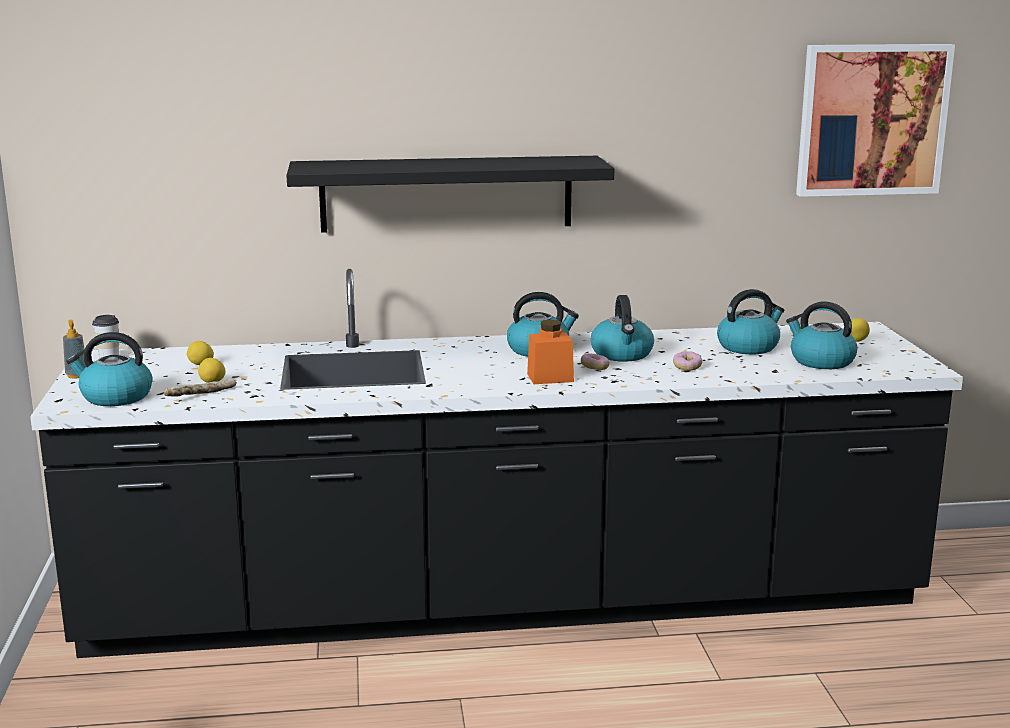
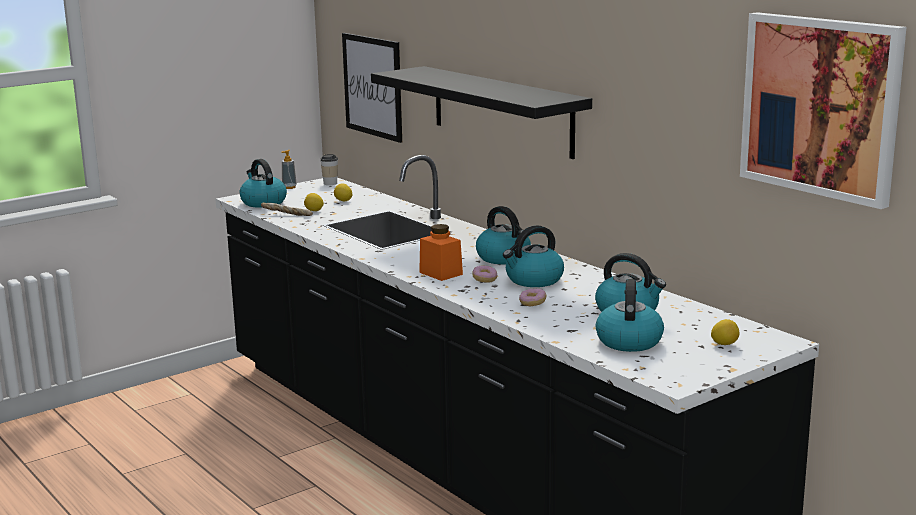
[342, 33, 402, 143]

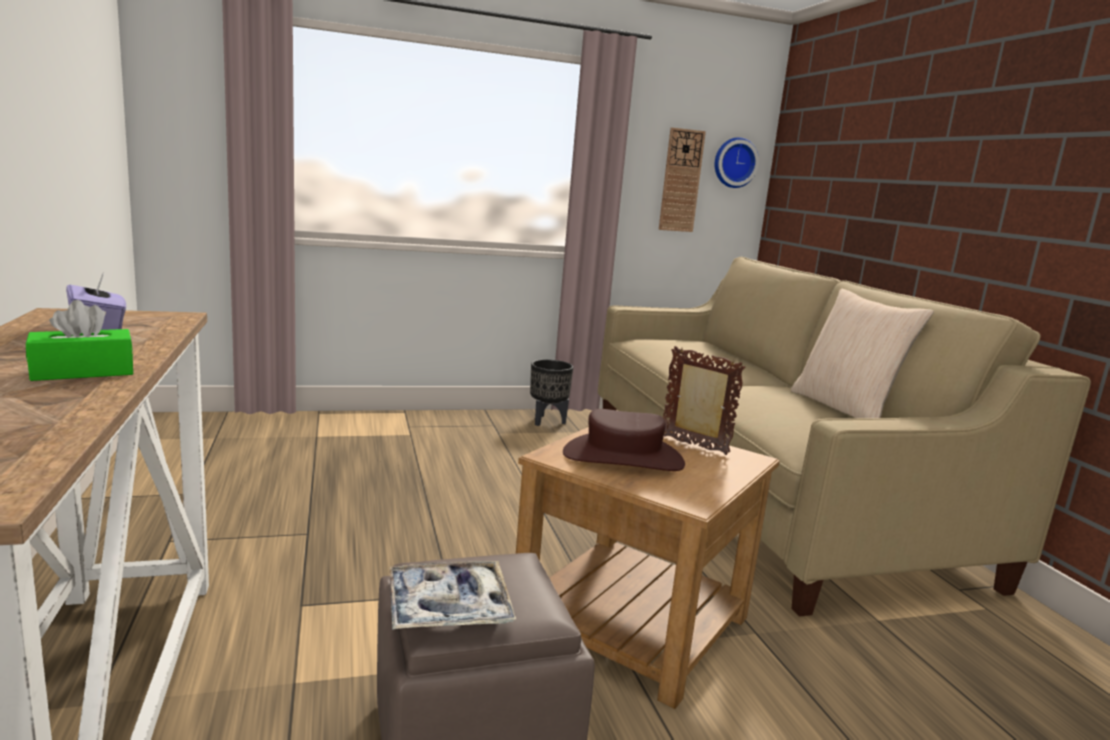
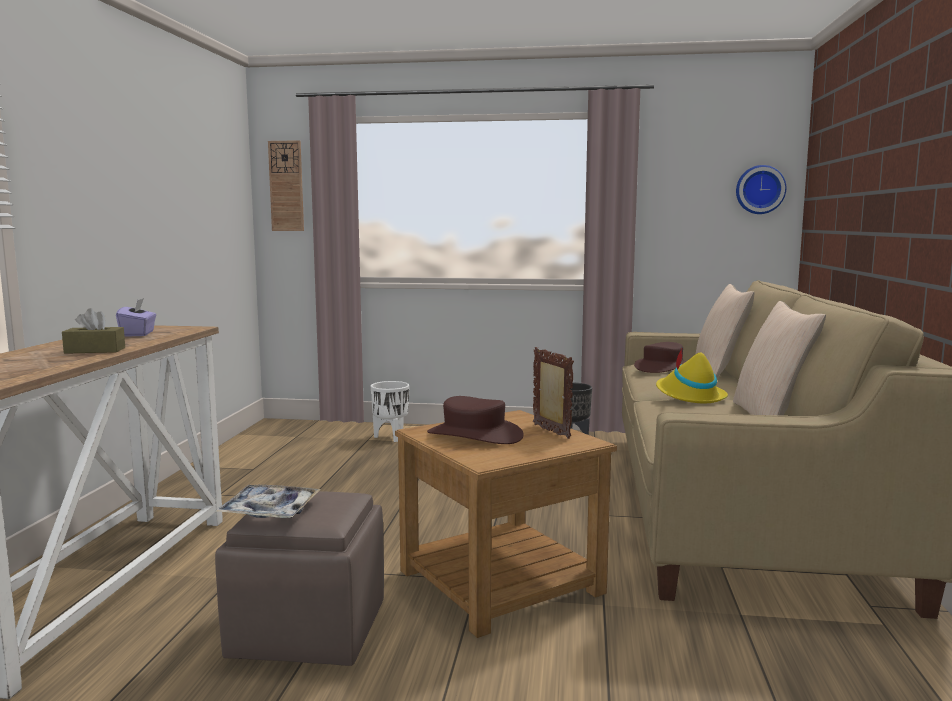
[62, 308, 125, 354]
[268, 140, 304, 231]
[371, 381, 409, 442]
[634, 342, 686, 373]
[656, 347, 728, 404]
[696, 284, 754, 377]

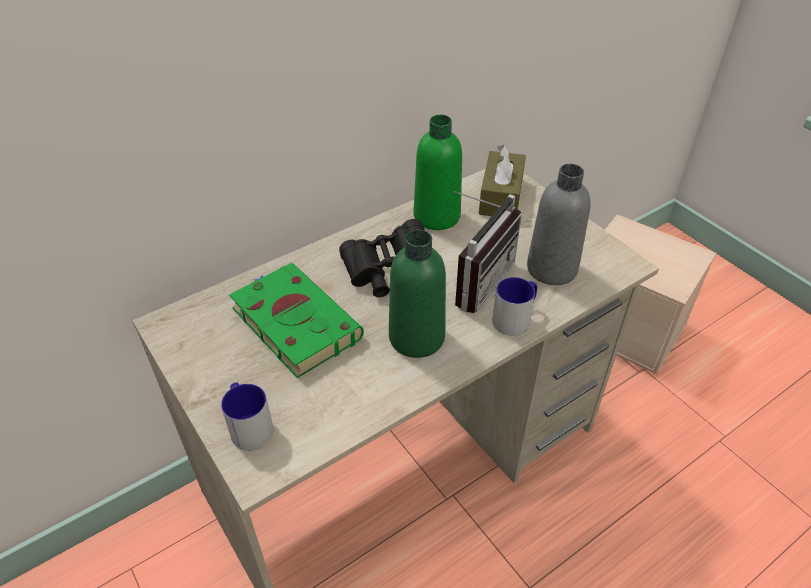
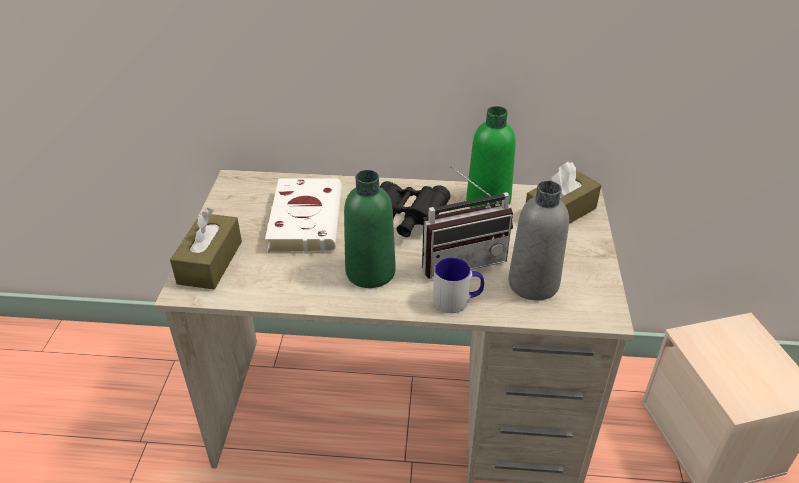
[170, 208, 242, 289]
[265, 178, 342, 254]

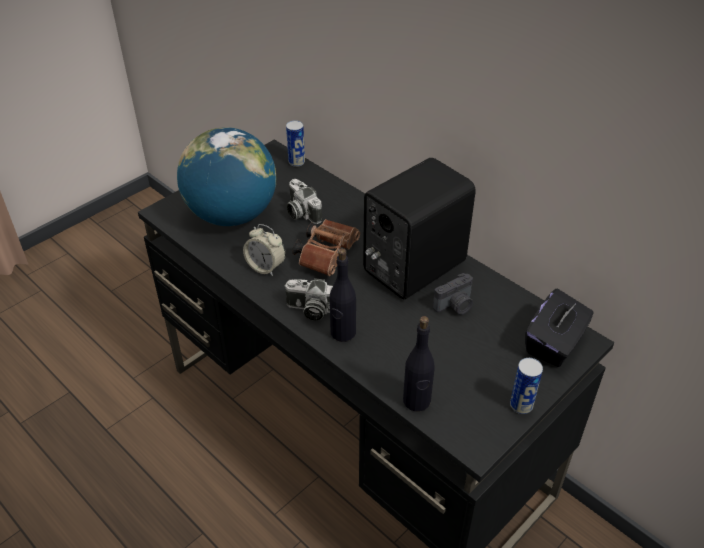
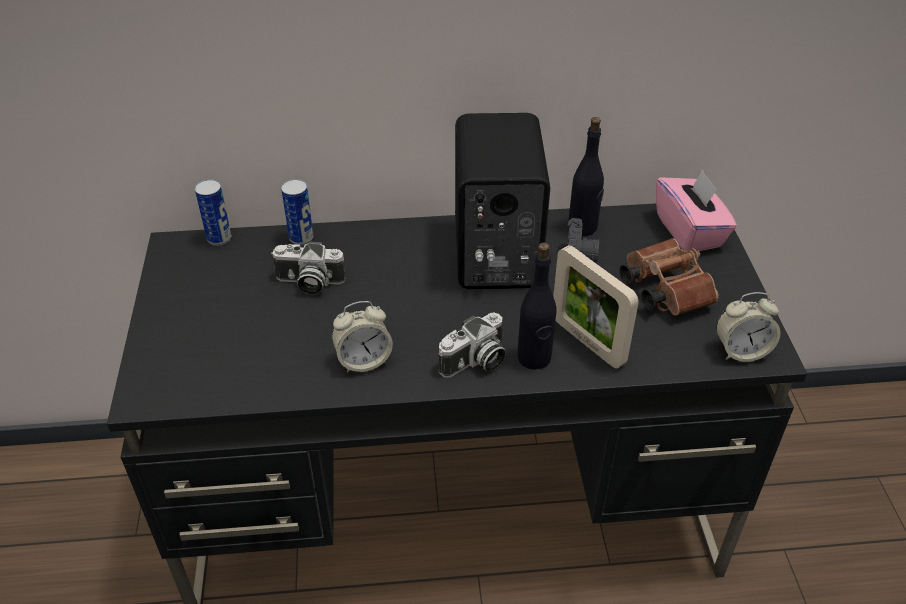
[177, 127, 276, 226] (first image)
[620, 238, 719, 316]
[568, 117, 604, 236]
[281, 179, 314, 245]
[656, 169, 737, 251]
[553, 245, 639, 369]
[716, 292, 781, 362]

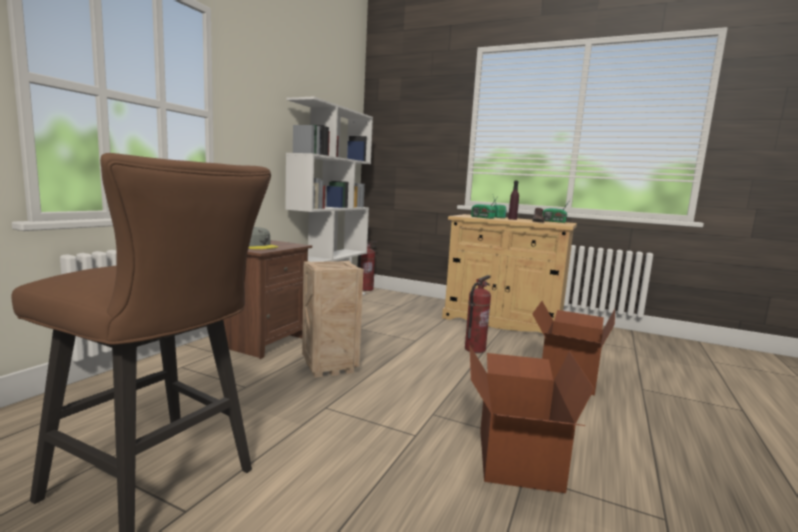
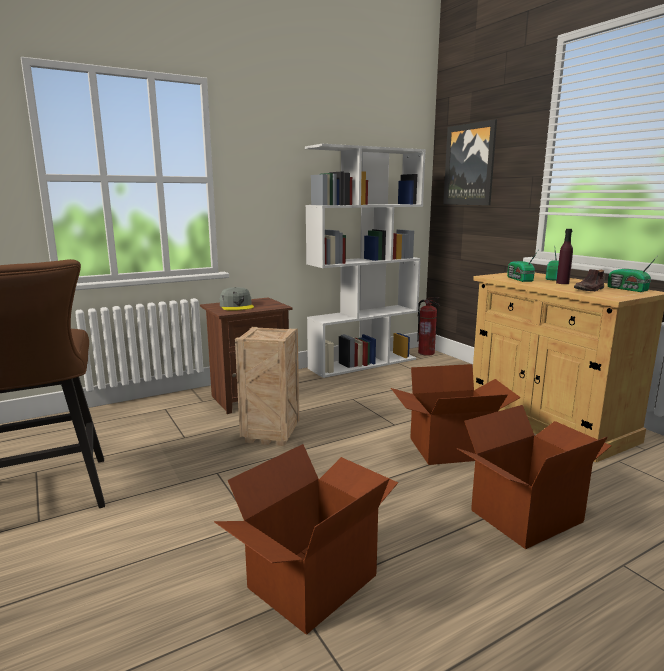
[391, 364, 521, 465]
[443, 119, 497, 205]

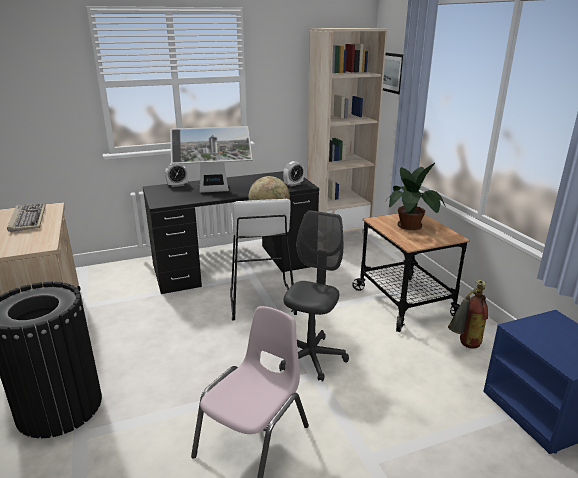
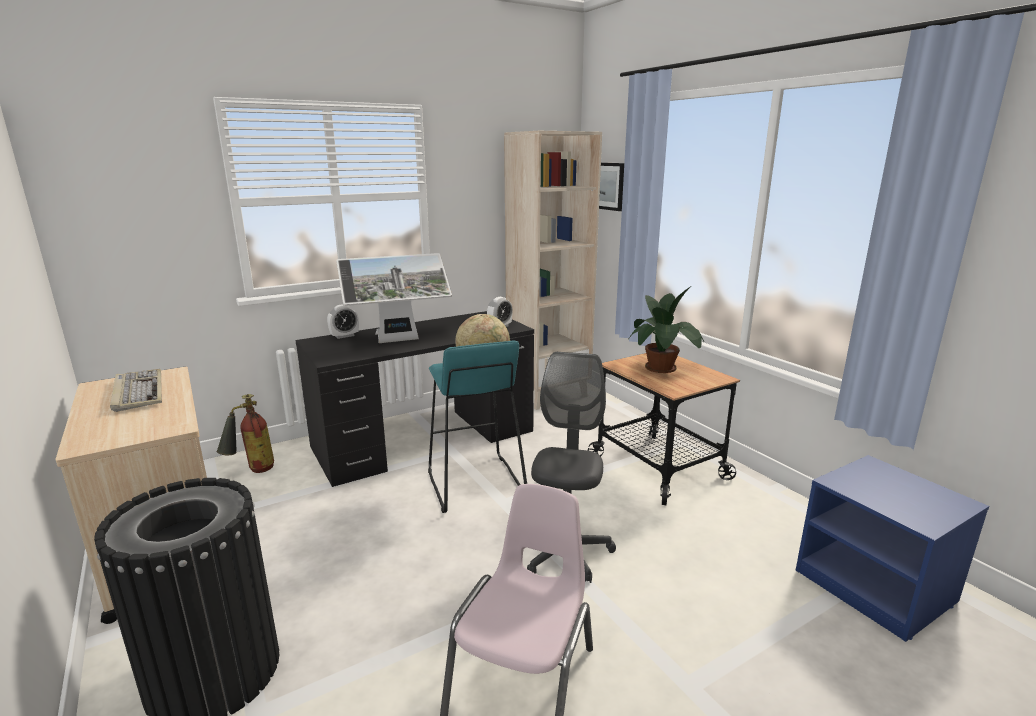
[428, 340, 527, 513]
[217, 394, 274, 473]

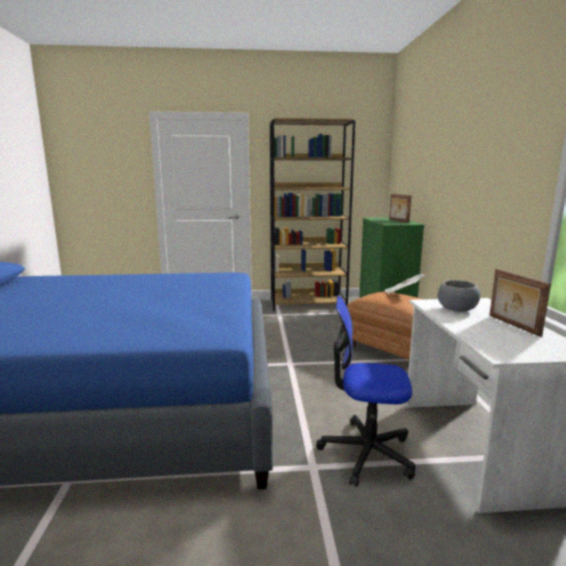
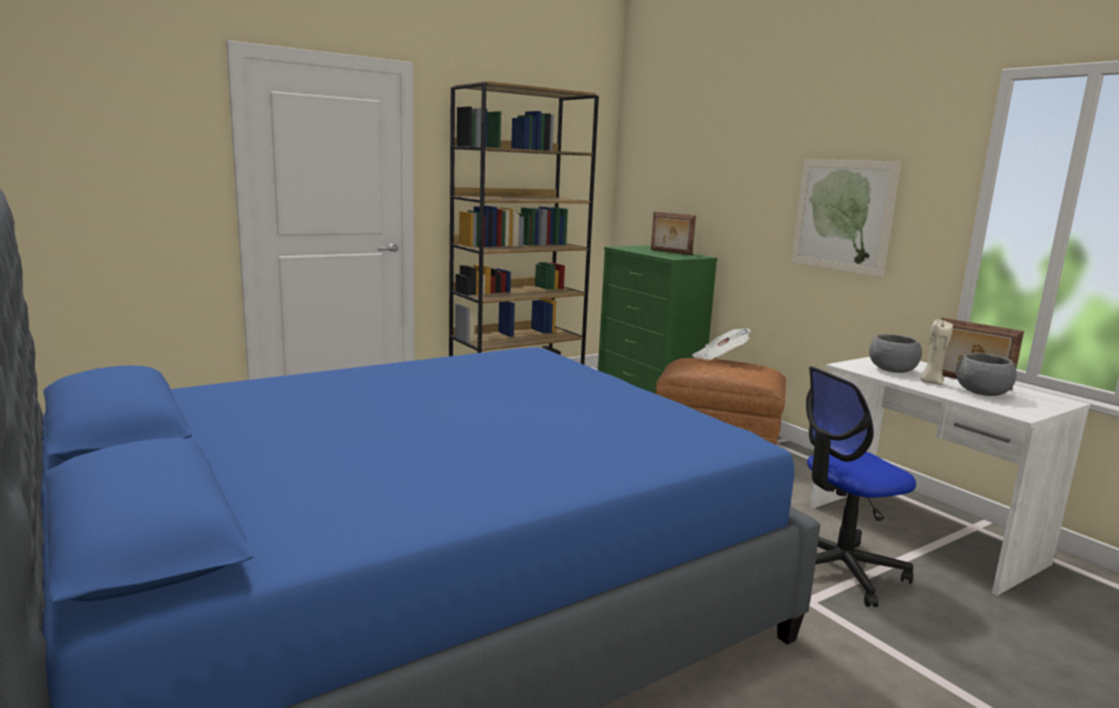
[792, 159, 901, 277]
[920, 319, 953, 385]
[956, 353, 1017, 396]

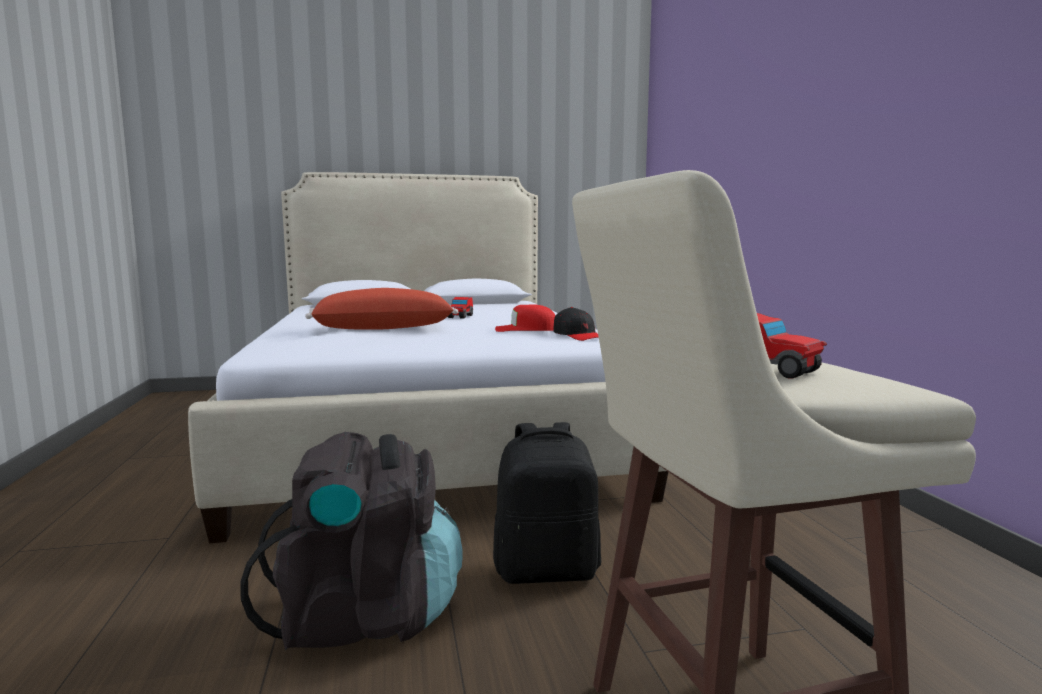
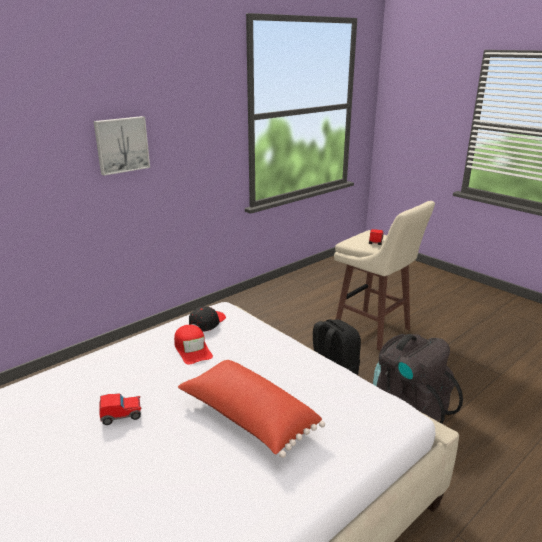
[94, 116, 150, 176]

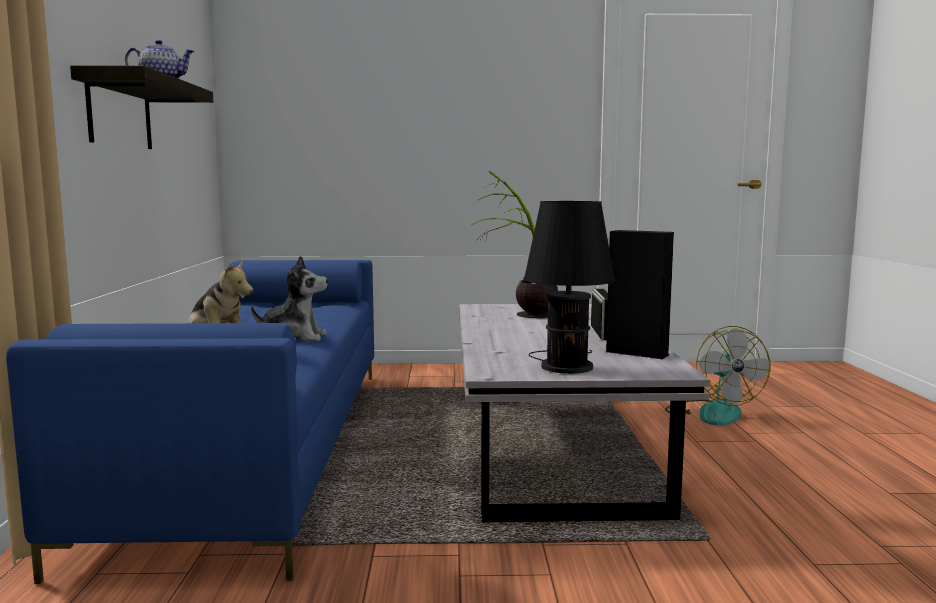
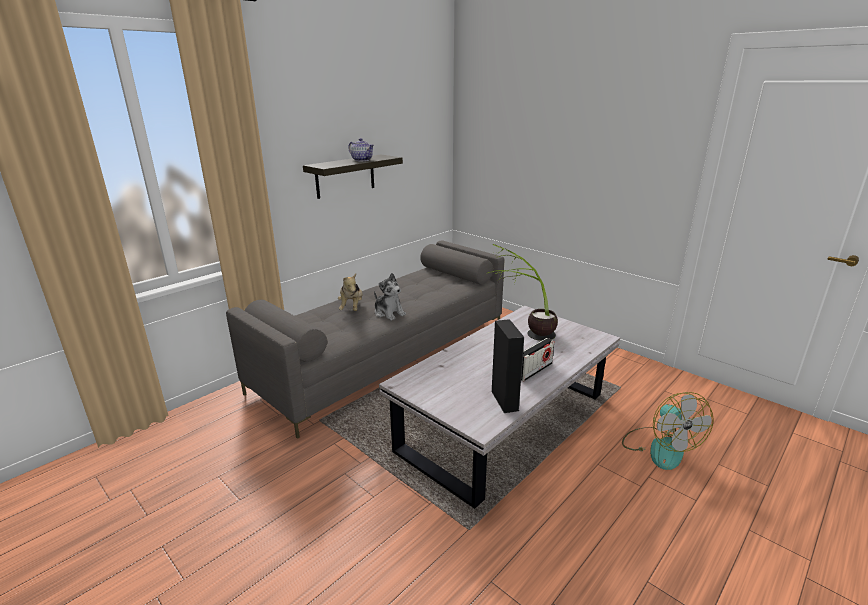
[226, 240, 505, 439]
[523, 201, 616, 374] (first image)
[622, 392, 714, 470]

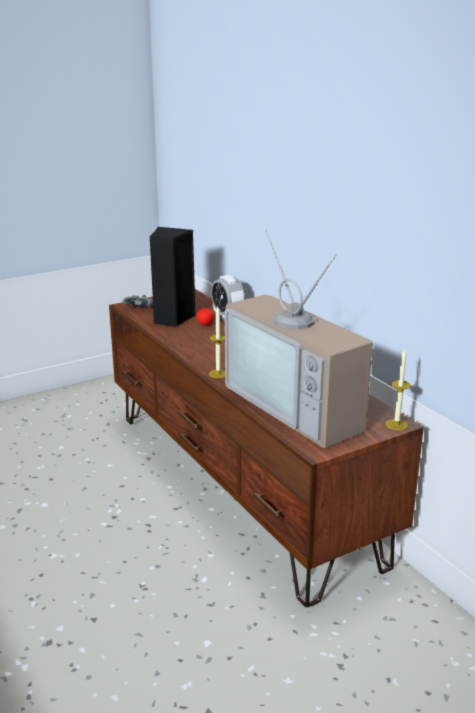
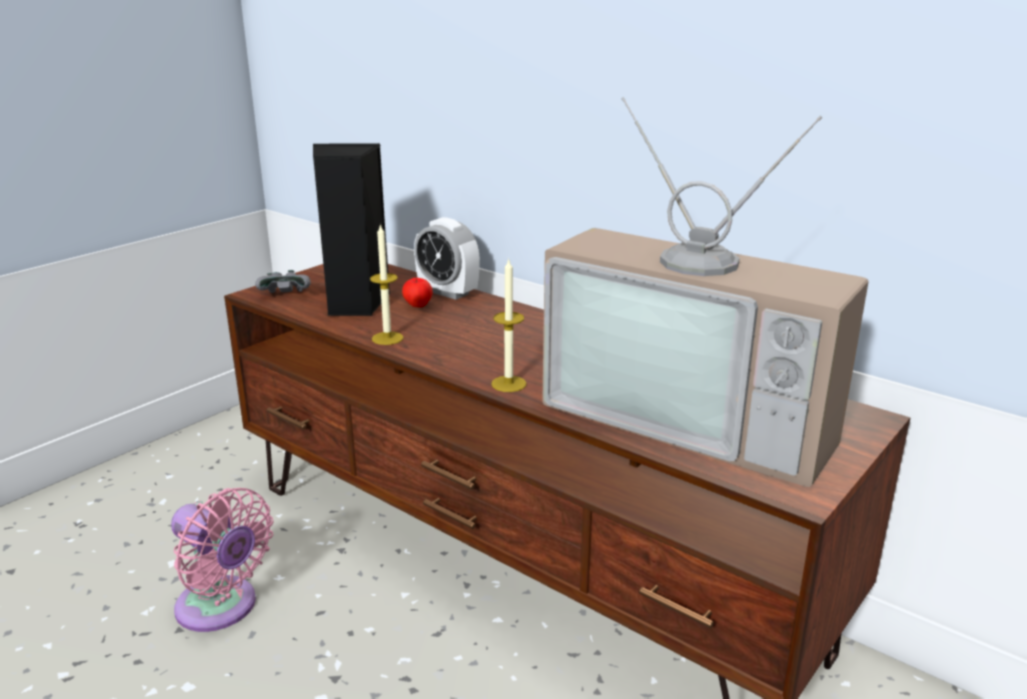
[370, 224, 403, 345]
[171, 488, 273, 632]

